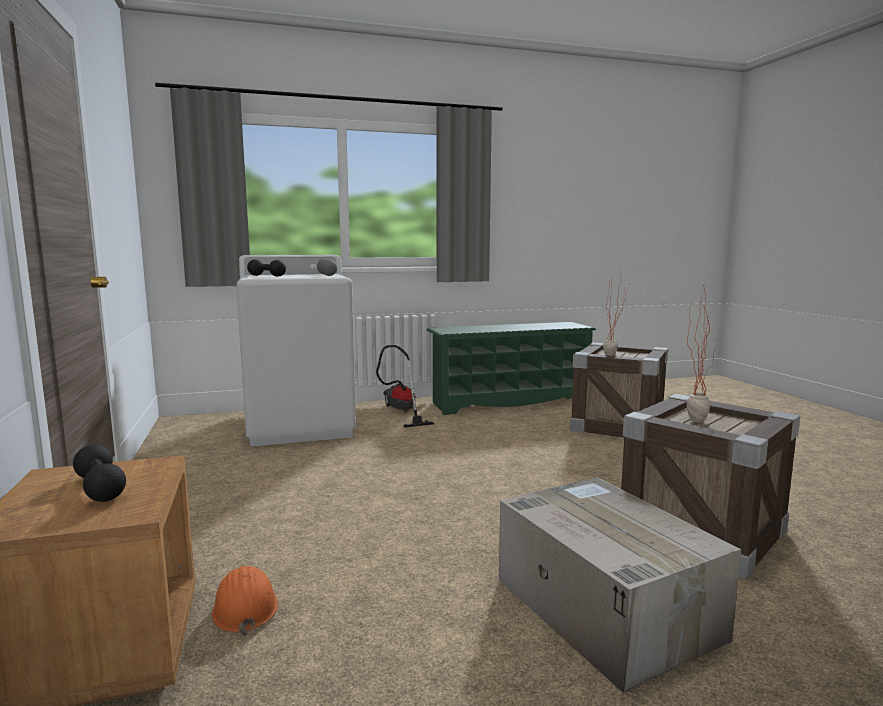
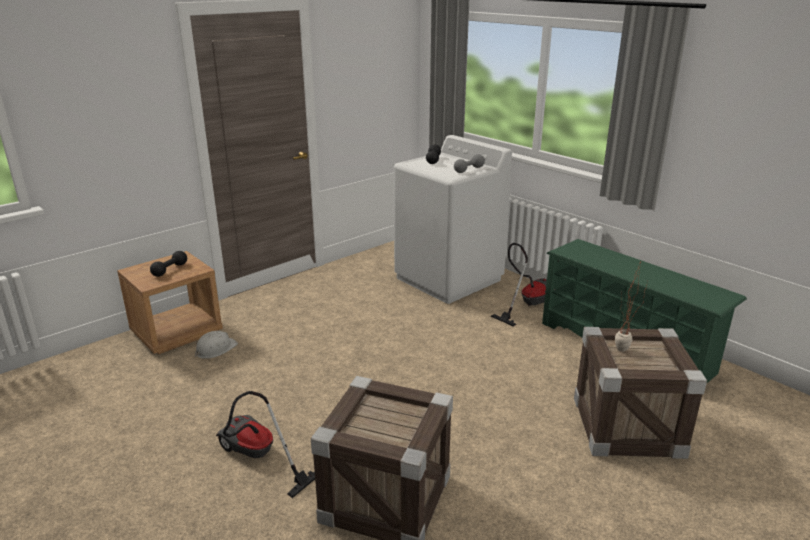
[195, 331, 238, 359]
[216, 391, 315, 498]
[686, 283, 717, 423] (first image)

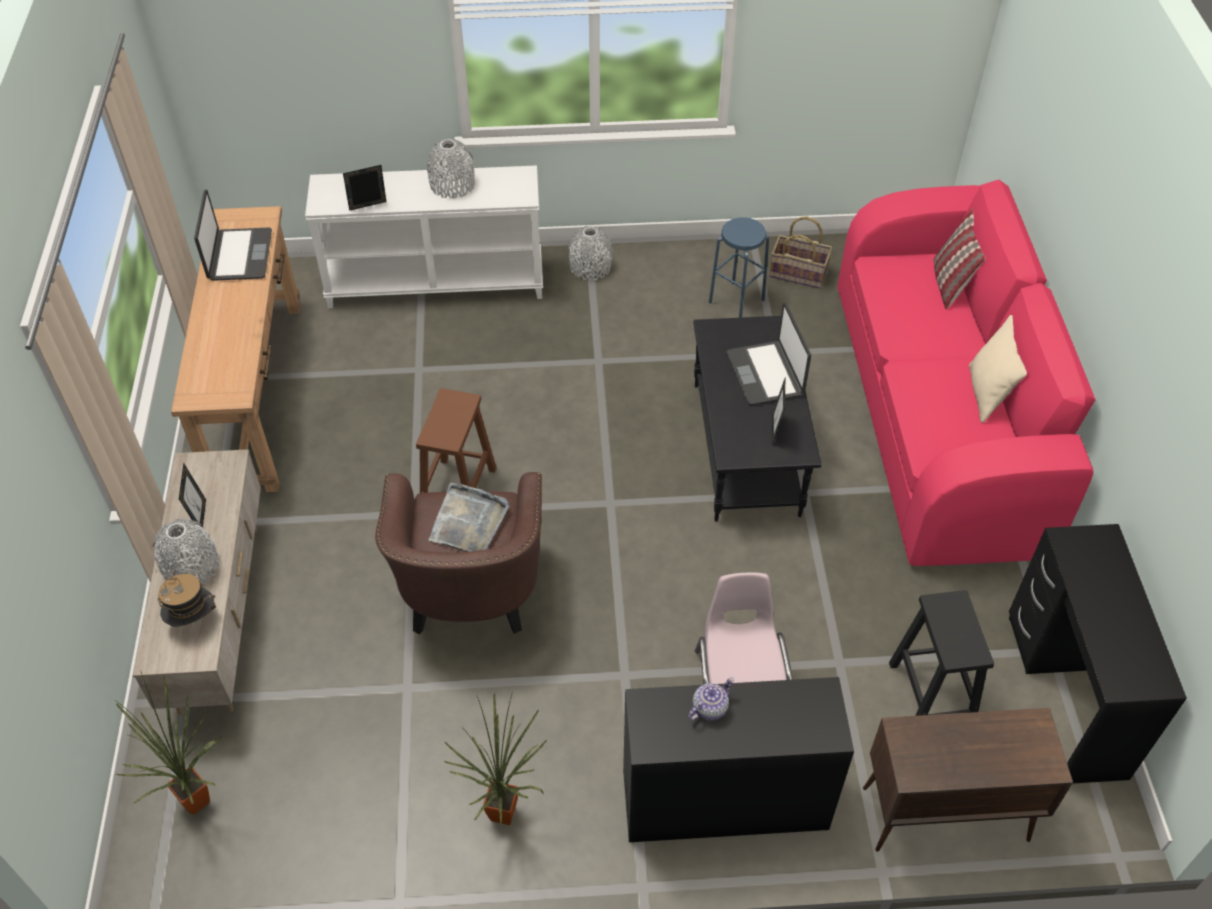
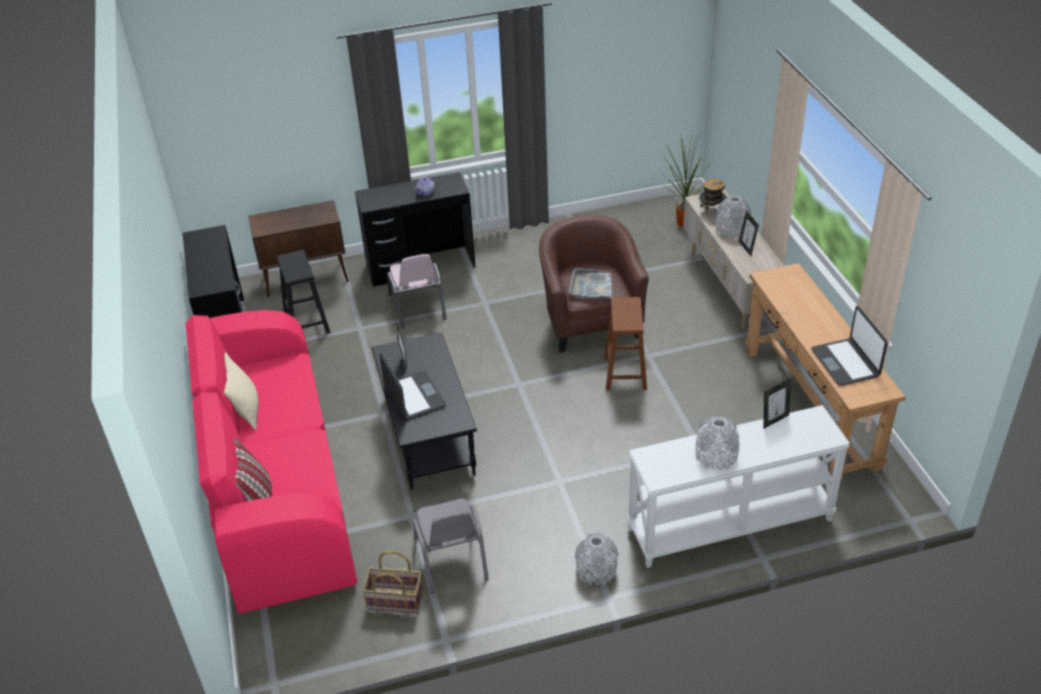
[444, 692, 547, 825] (first image)
[413, 499, 489, 594]

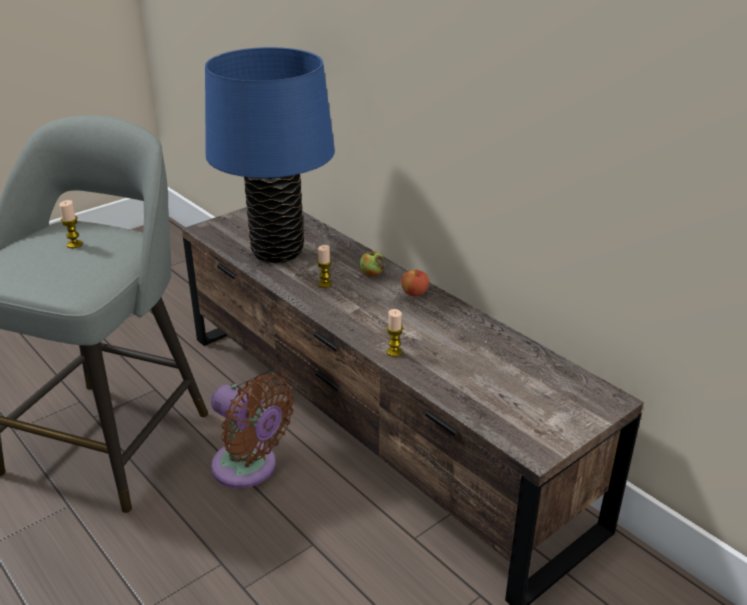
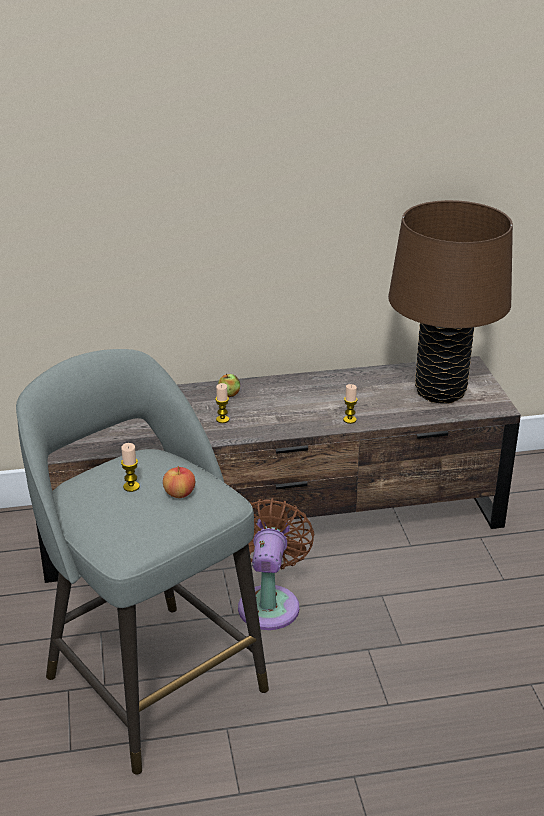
[205, 47, 335, 263] (first image)
[238, 498, 314, 630]
[163, 466, 195, 498]
[388, 200, 513, 404]

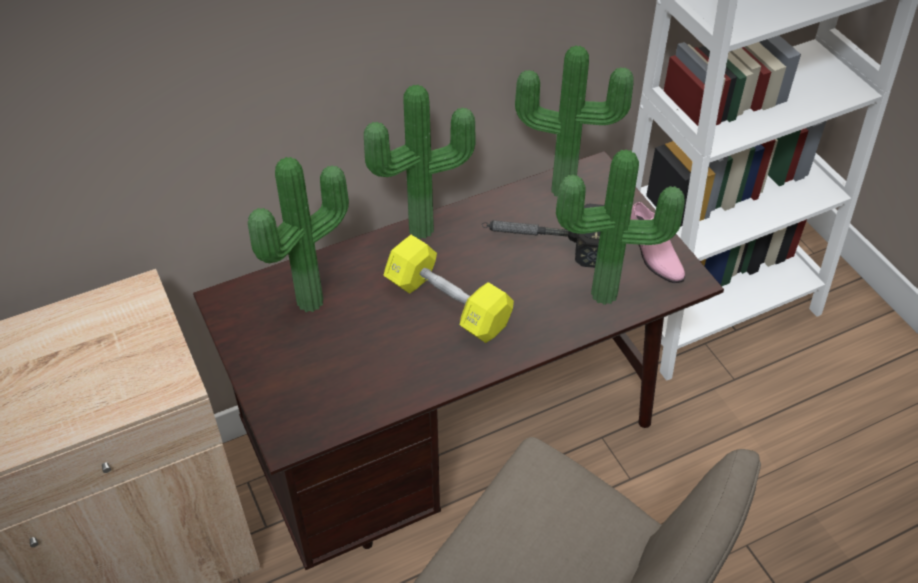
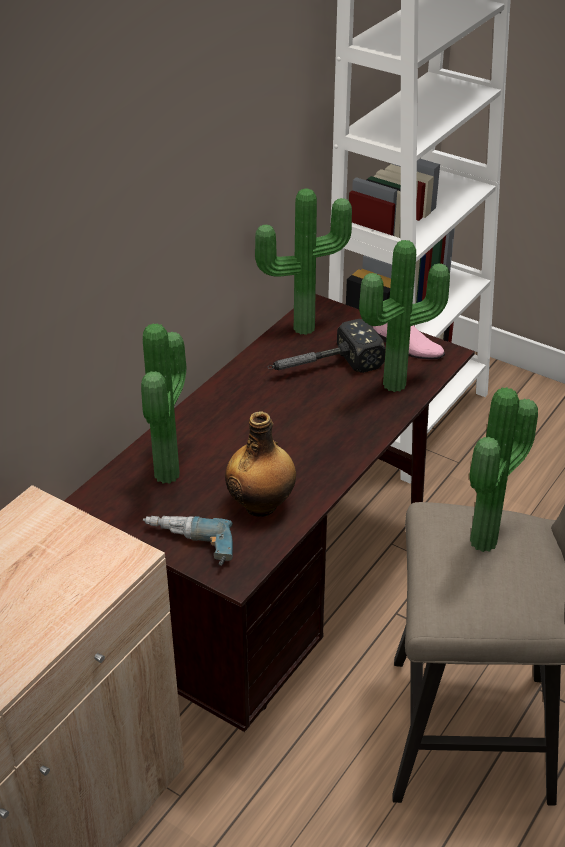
[469, 387, 538, 552]
[383, 235, 514, 343] (first image)
[143, 516, 233, 566]
[225, 411, 296, 517]

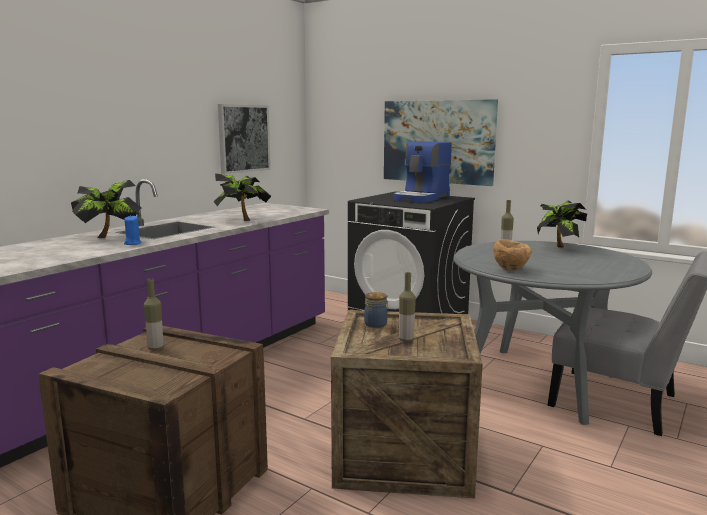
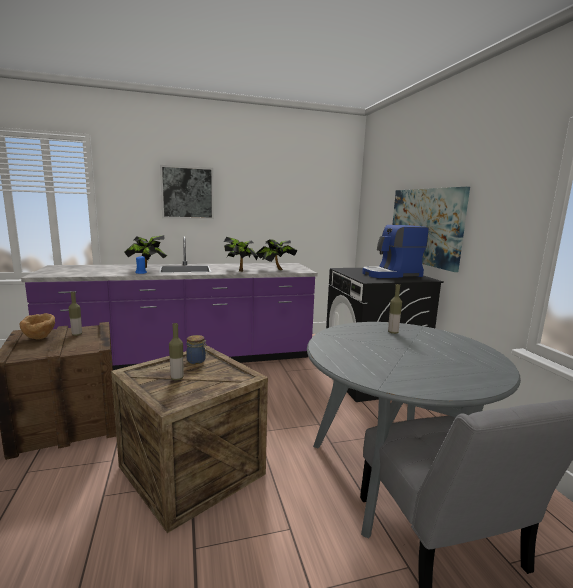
[160, 165, 214, 219]
[19, 313, 55, 340]
[256, 239, 297, 270]

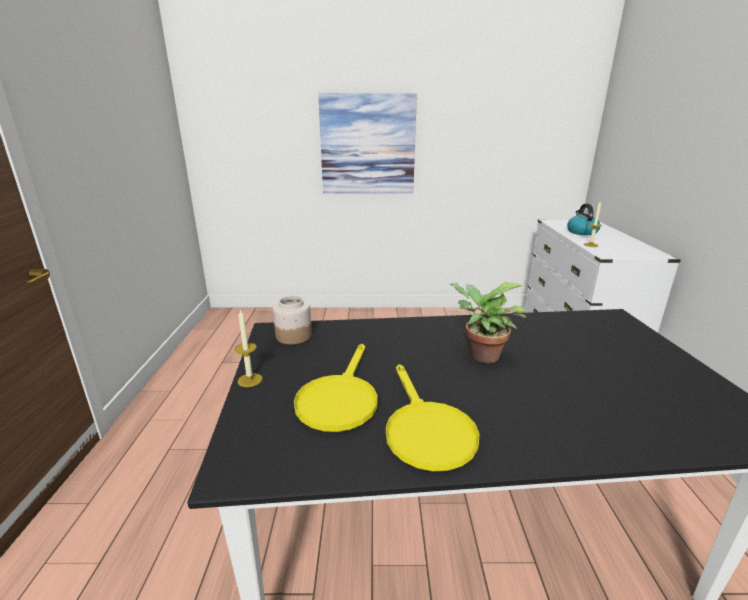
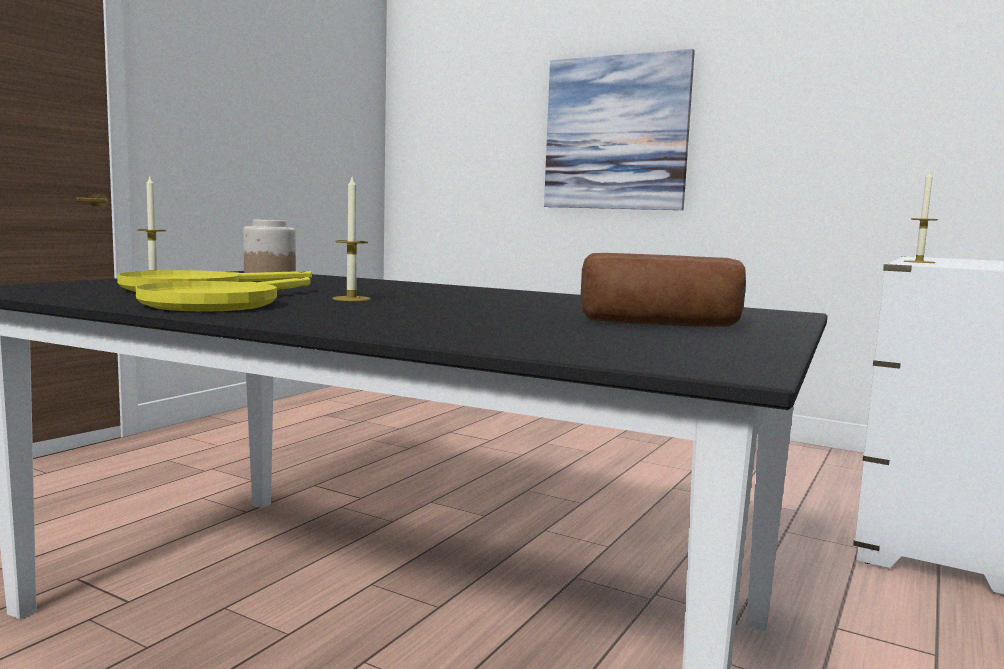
[450, 282, 527, 363] (first image)
[567, 204, 600, 235] (first image)
[332, 177, 371, 301]
[580, 253, 746, 327]

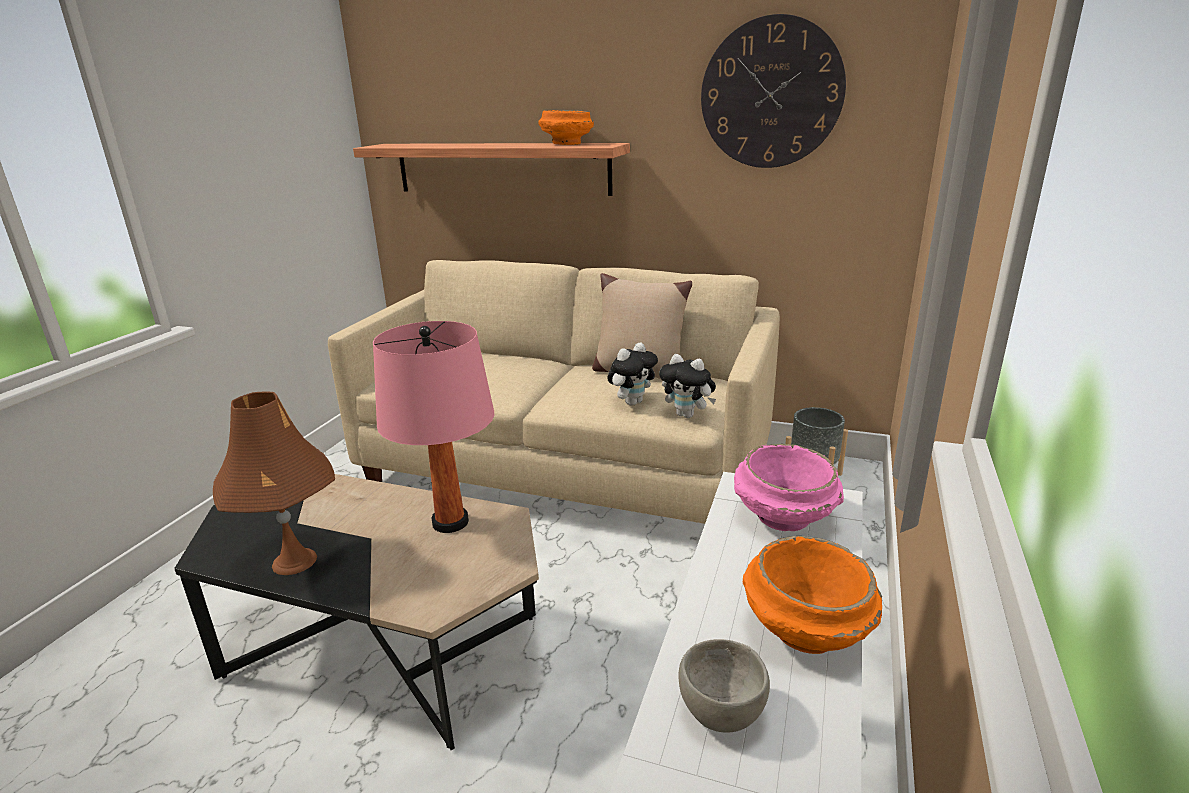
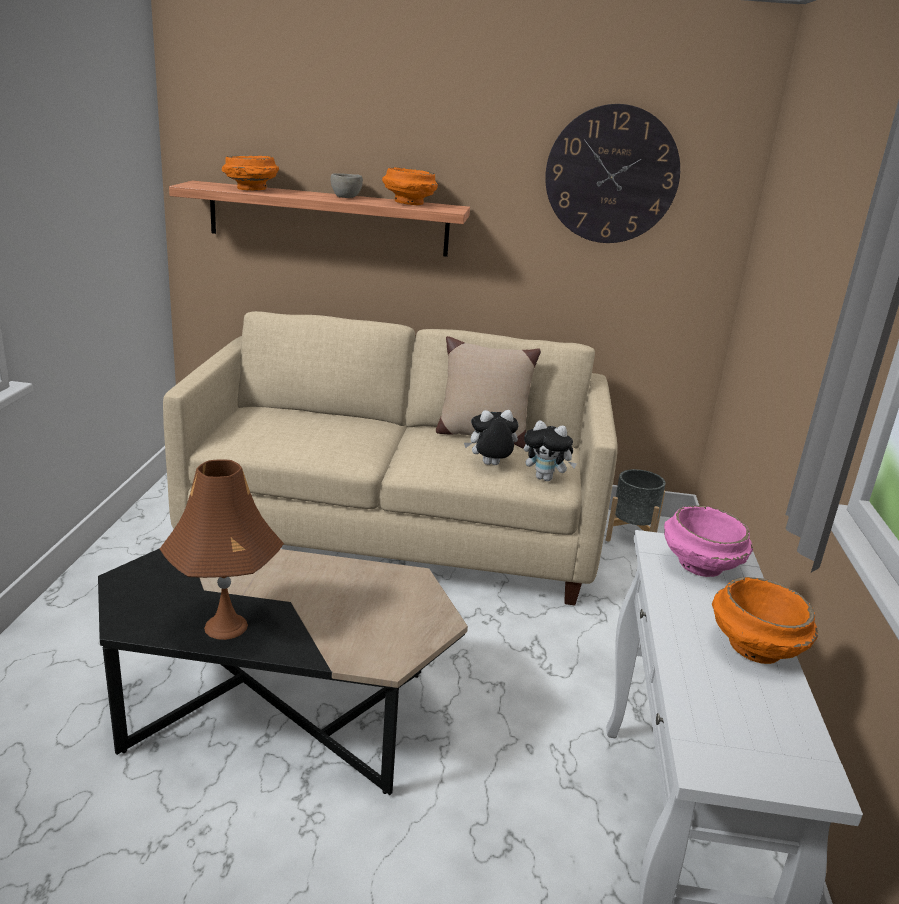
[373, 321, 494, 533] (first image)
[464, 410, 519, 465]
[330, 173, 363, 198]
[222, 155, 279, 190]

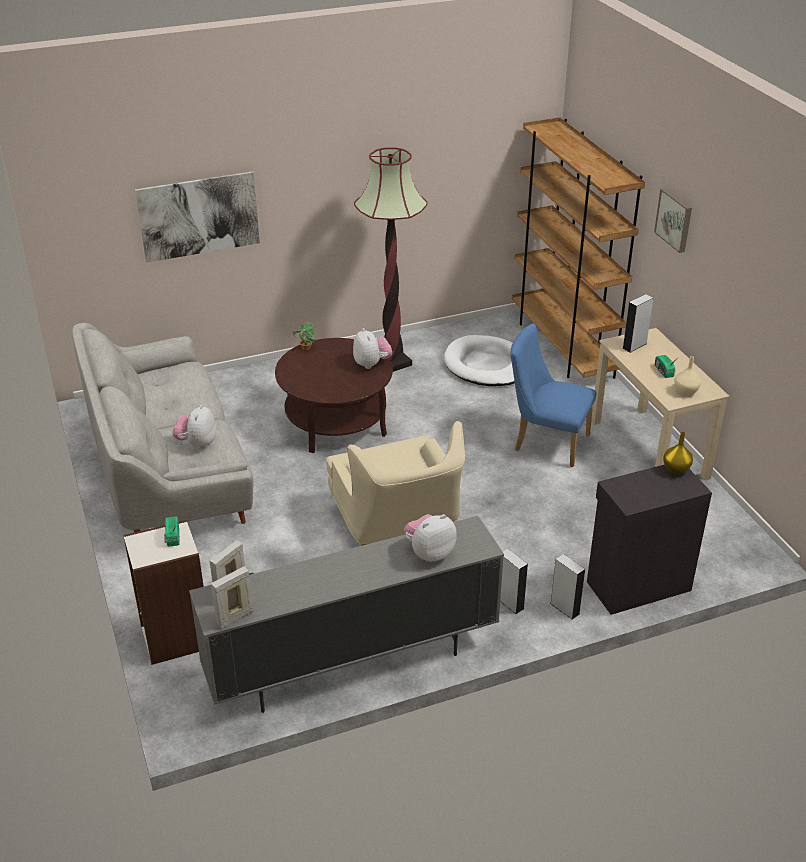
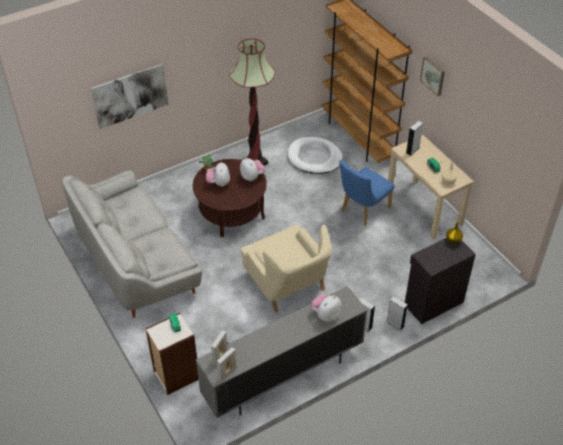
[206, 162, 230, 187]
[339, 160, 394, 226]

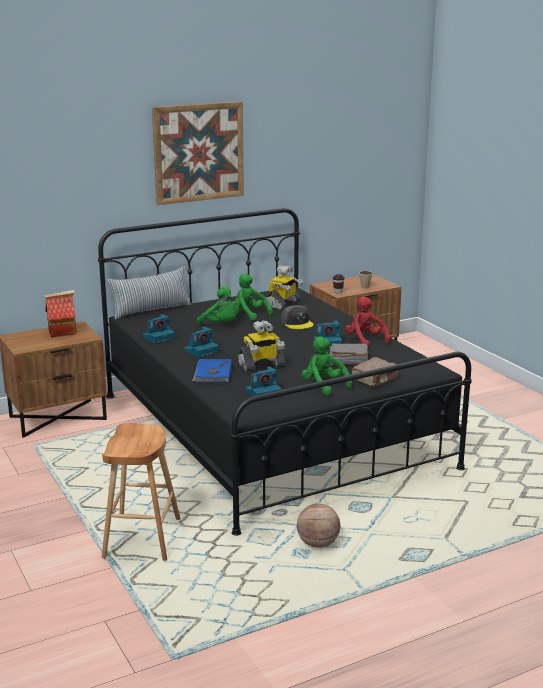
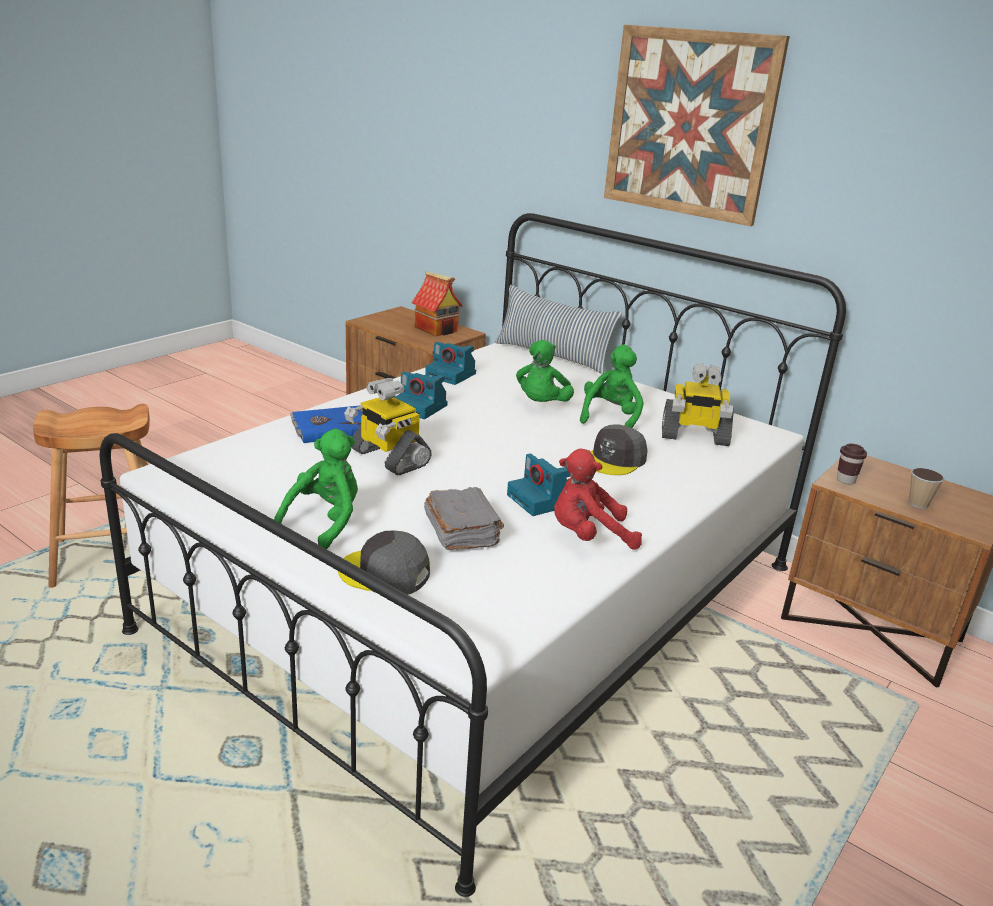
[100, 213, 846, 897]
[245, 366, 282, 399] (first image)
[297, 503, 340, 548] (first image)
[554, 449, 642, 550]
[338, 531, 430, 595]

